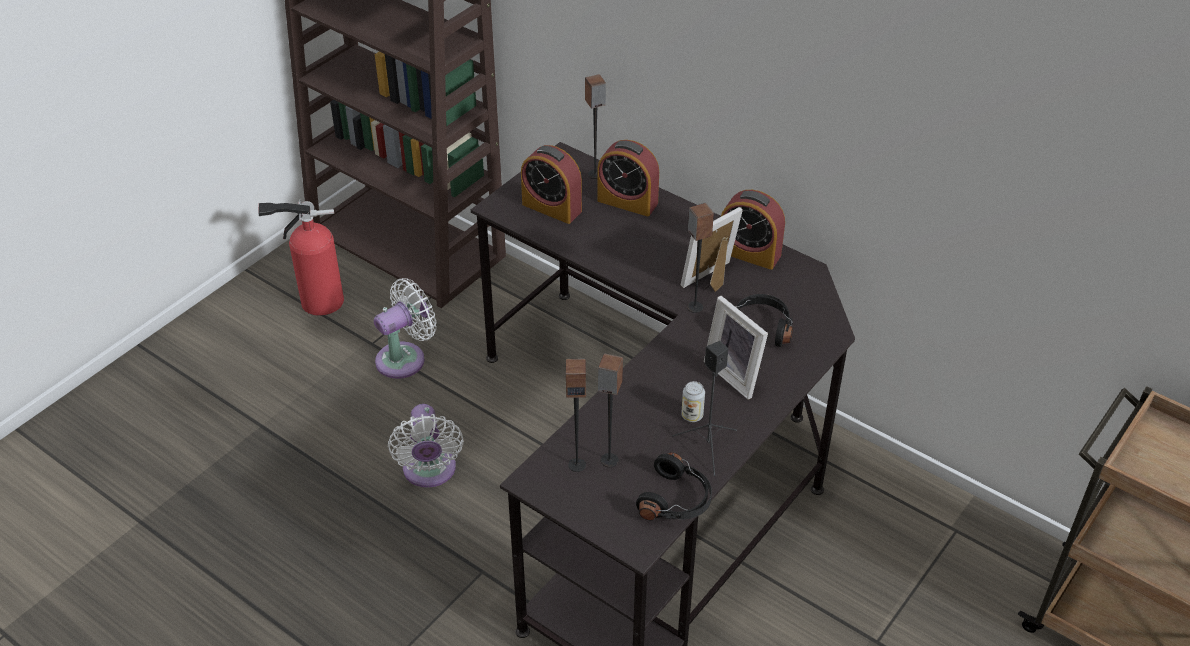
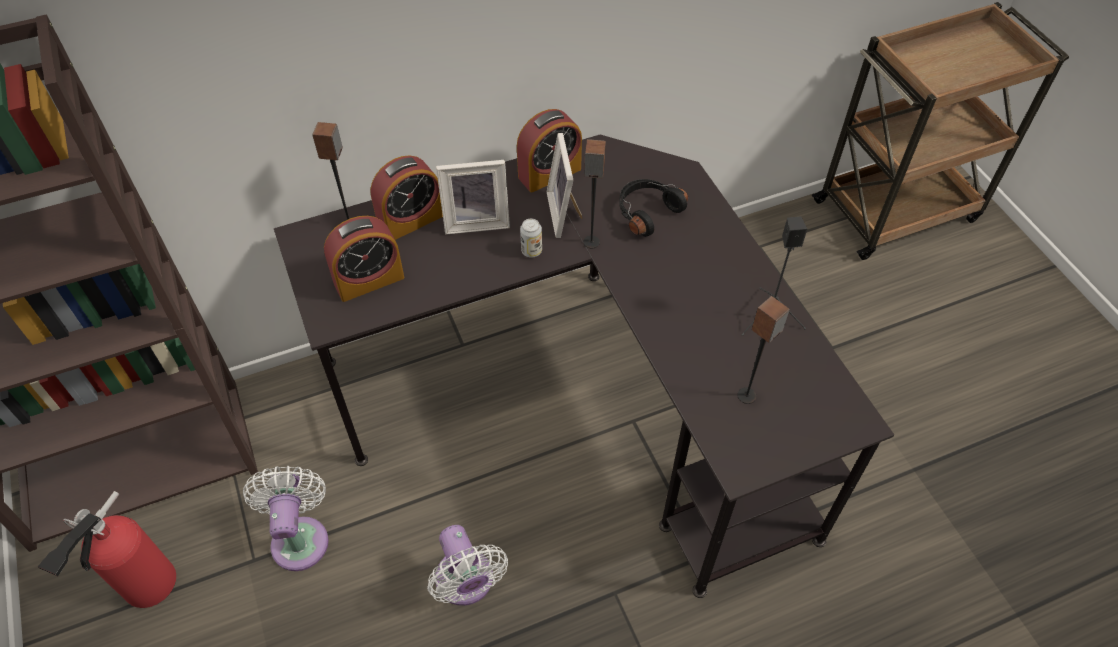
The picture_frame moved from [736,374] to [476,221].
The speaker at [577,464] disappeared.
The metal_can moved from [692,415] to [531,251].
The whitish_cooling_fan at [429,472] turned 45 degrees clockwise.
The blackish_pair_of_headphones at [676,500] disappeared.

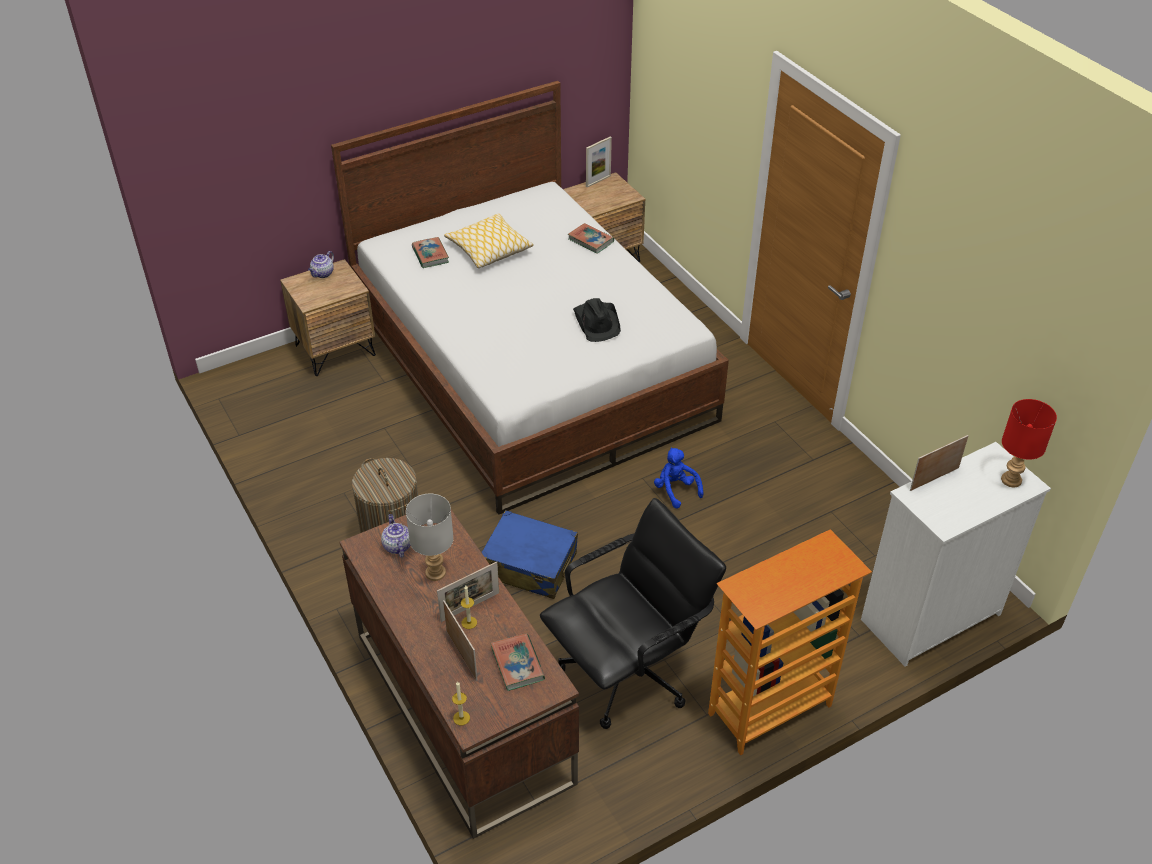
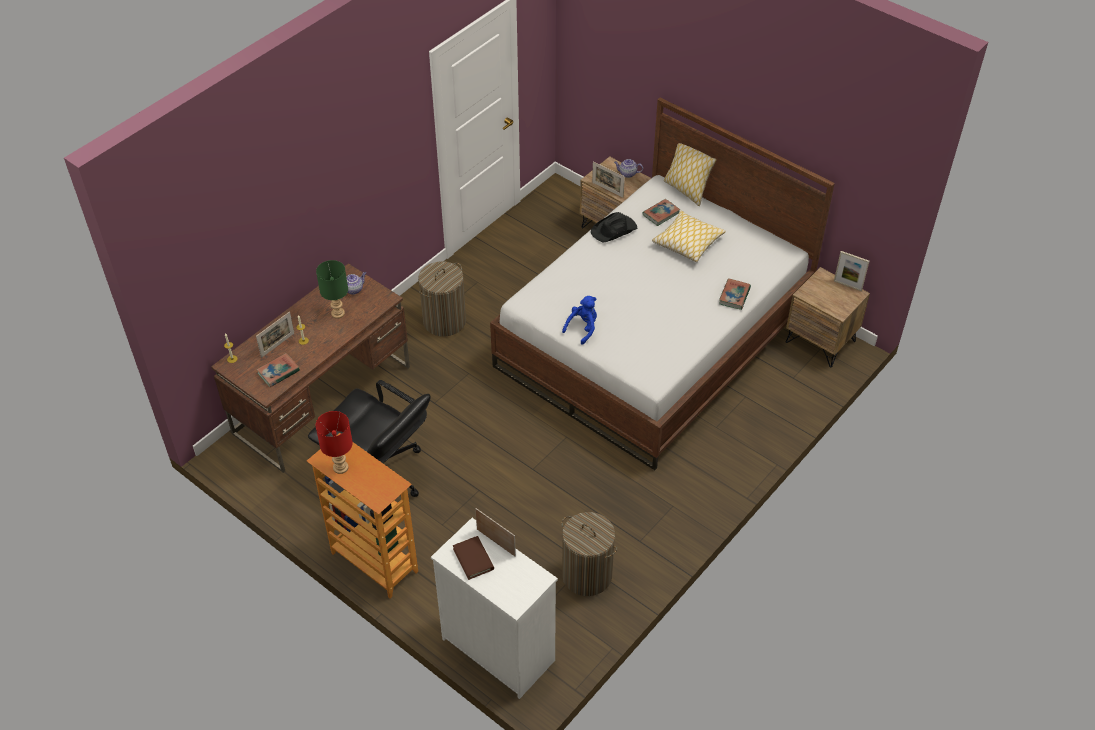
The blackish_wearable_hat moved from [597,322] to [614,230].
The reddish_lamp_for_a_table moved from [1011,481] to [340,468].
The blue_cuddly_toy moved from [676,490] to [583,328].
The gray_lamp_for_a_table at [434,572] became the green-coloured_lamp_for_a_table at [338,313].
The blue_piece_of_luggage at [529,565] disappeared.
The picture_frame moved from [470,607] to [607,189].
The cushion at [686,190] appeared.
The washing_basket at [587,575] appeared.
The brownish_bound_book at [473,559] appeared.

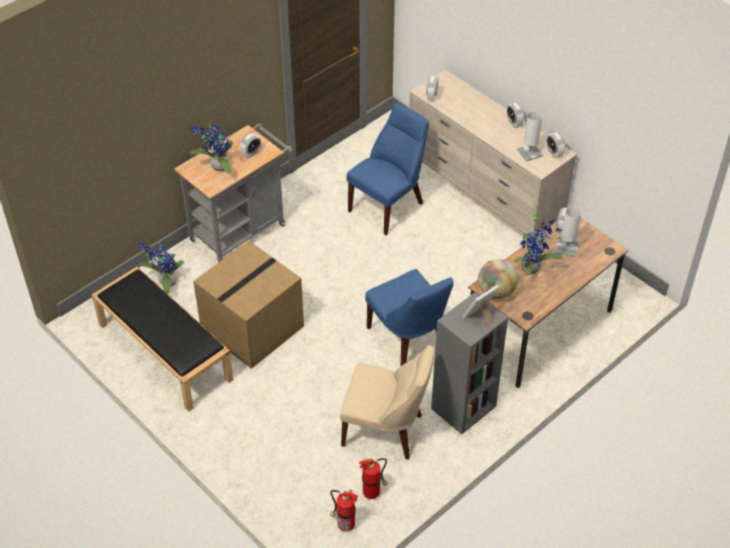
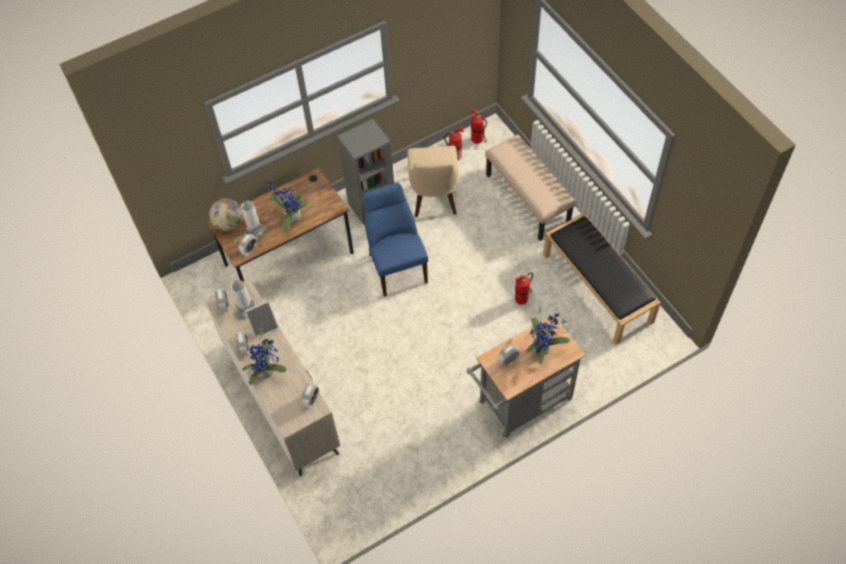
The blue_chair at [389,205] disappeared.
The cardboard_box at [252,326] was replaced by the extinguisher at [522,299].
The houseplant moved from [165,282] to [267,371].
The world_globe moved from [496,291] to [229,224].
The picture_frame moved from [480,317] to [264,326].
The sand-coloured_chair at [386,431] turned 120 degrees counterclockwise.
The sand-coloured_bench at [528,199] appeared.

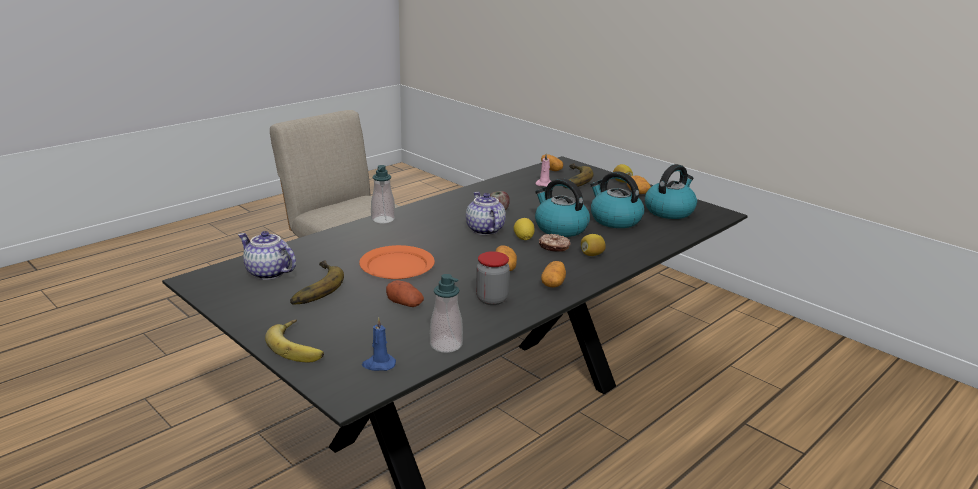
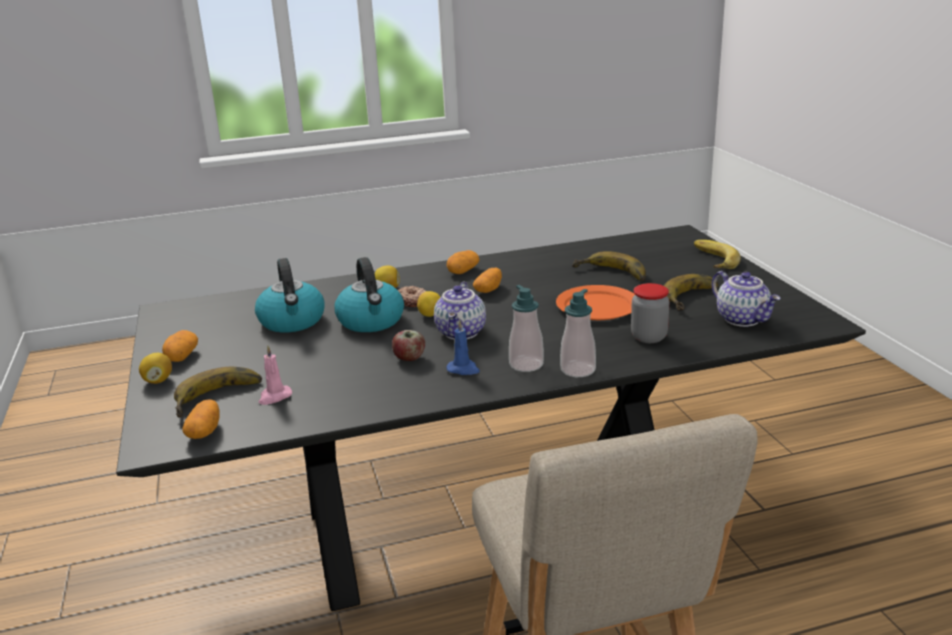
The kettle at [669,211] disappeared.
The jar moved from [492,299] to [648,337].
The soap_dispenser moved from [446,345] to [526,364].
The whole_potato at [405,303] was replaced by the banana_fruit at [610,274].
The blue_wax_candle moved from [378,364] to [463,369].

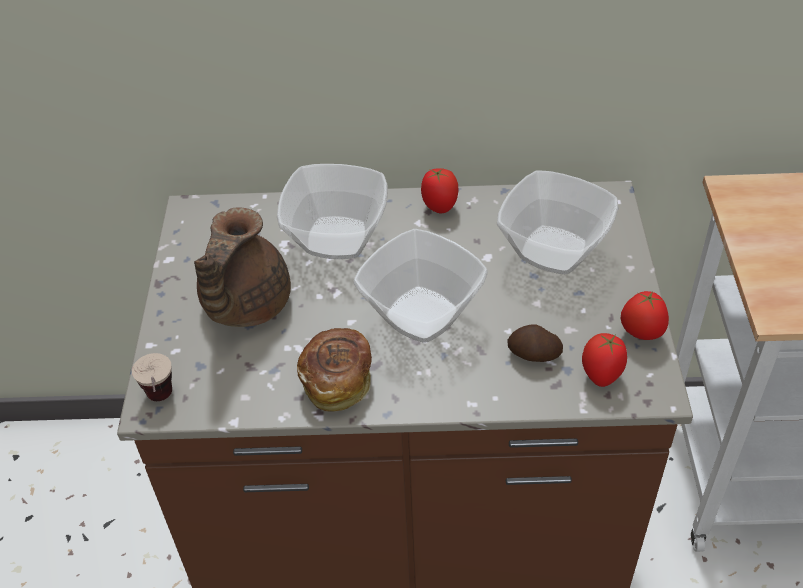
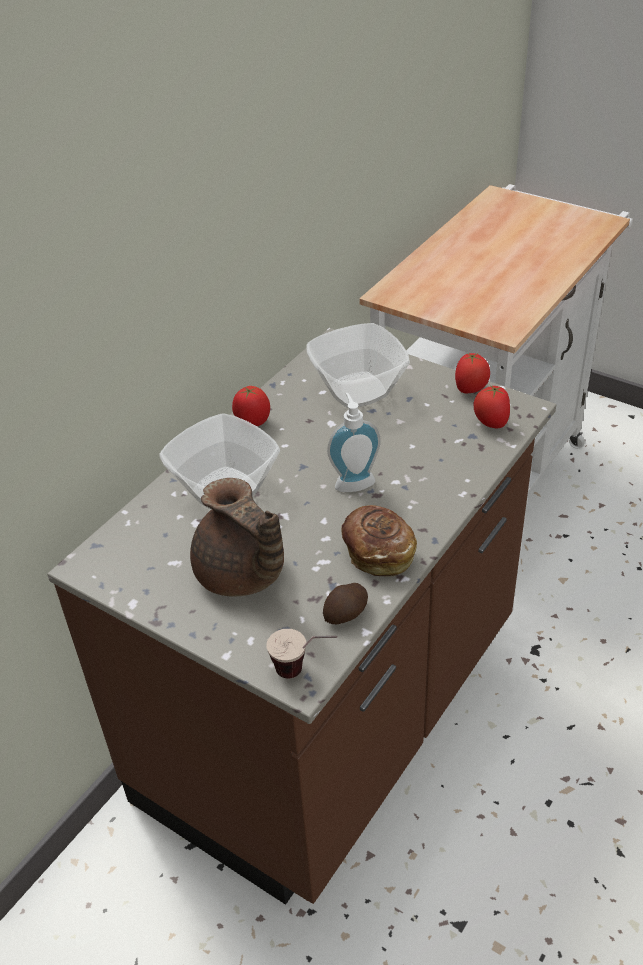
The deep_dish at [419,314] was replaced by the soap_dispenser at [353,481].
The whole_potato moved from [534,355] to [347,613].

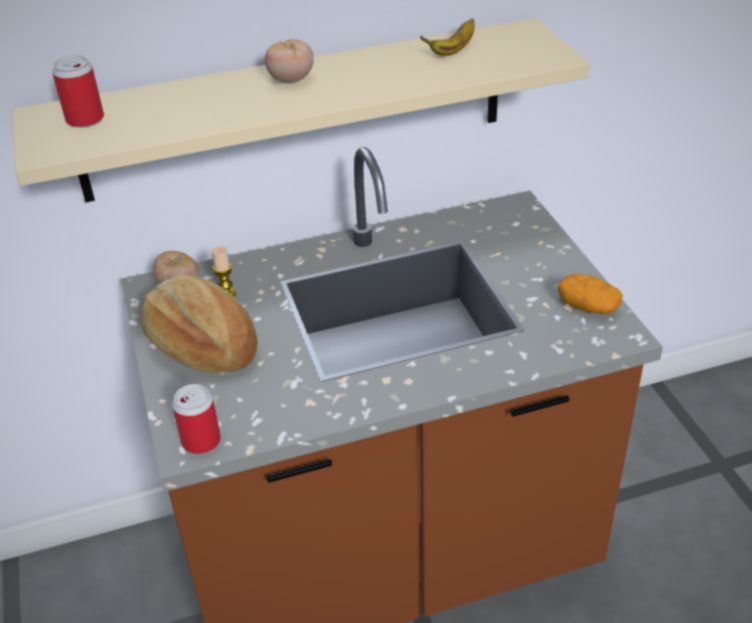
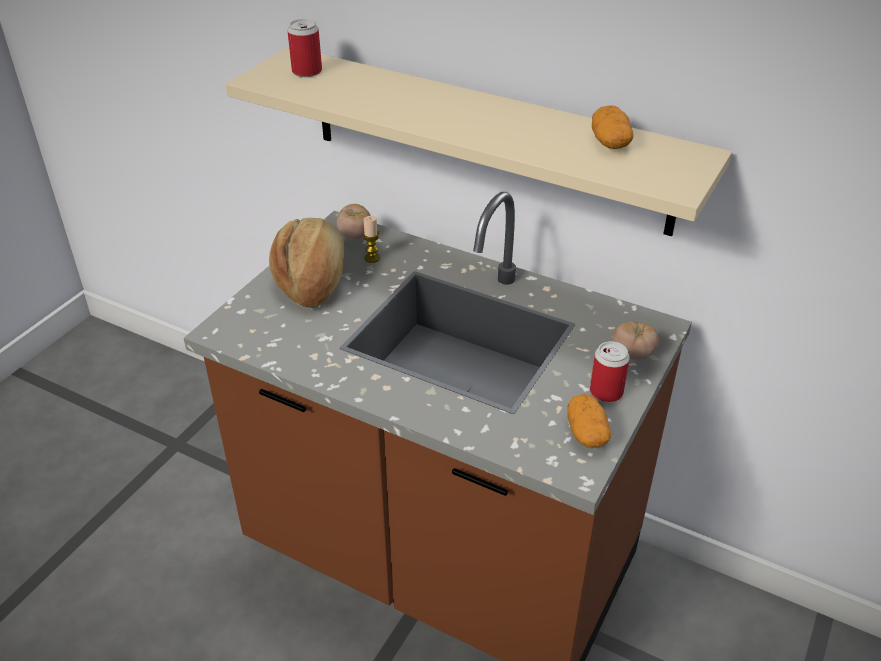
The banana_fruit at [453,50] was replaced by the whole_potato at [609,142].
The tomato moved from [291,80] to [633,354].
The metal_can moved from [201,441] to [606,392].

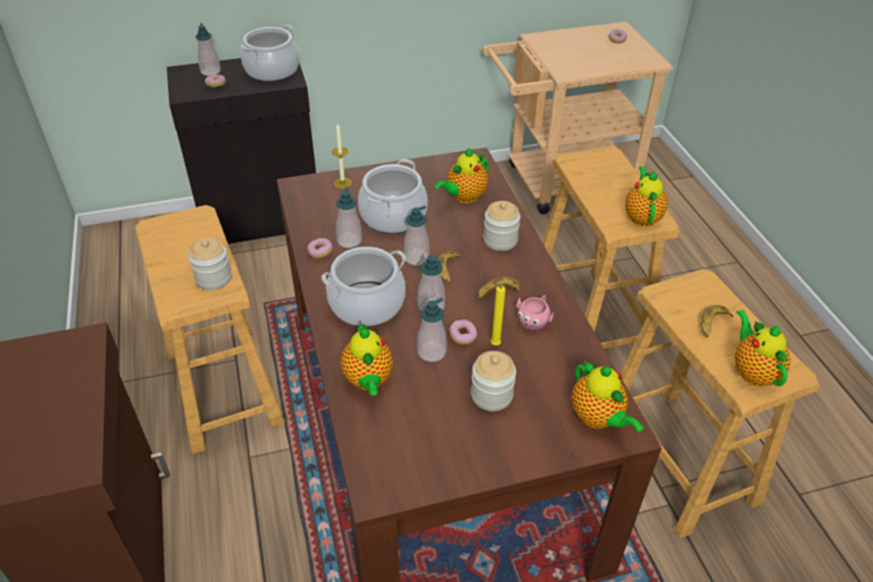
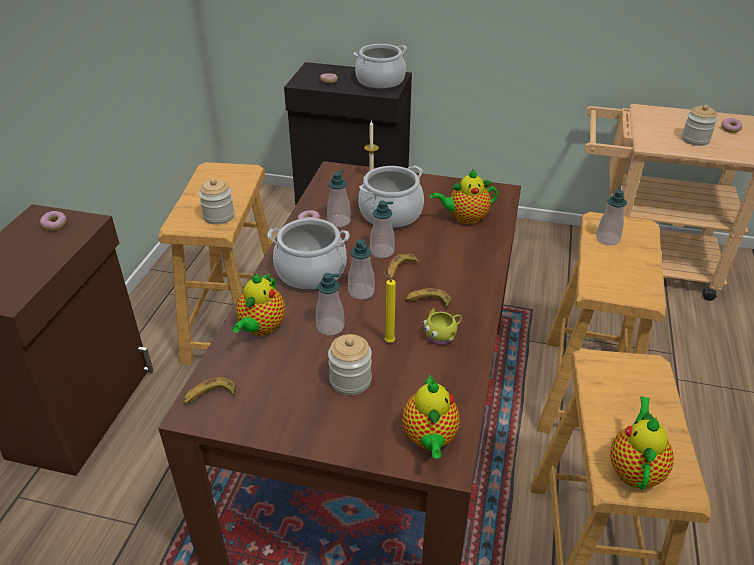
The soap_dispenser moved from [210,71] to [607,239].
The pot_for_tea at [642,217] disappeared.
The jar moved from [500,240] to [695,140].
The pink-coloured_tea_mug at [534,319] became the yellow_tea_mug at [442,335].
The banana_fruit moved from [712,324] to [210,396].
The ring_doughnut moved from [463,336] to [55,225].

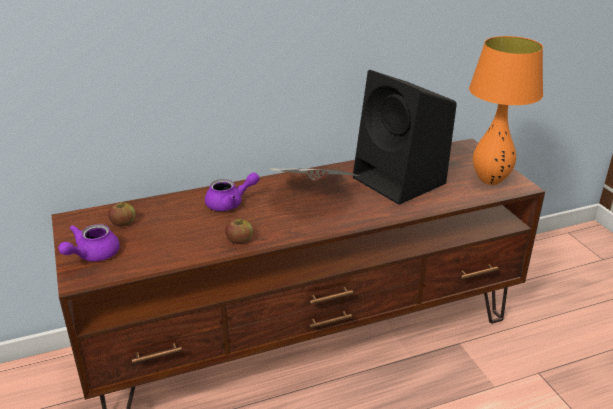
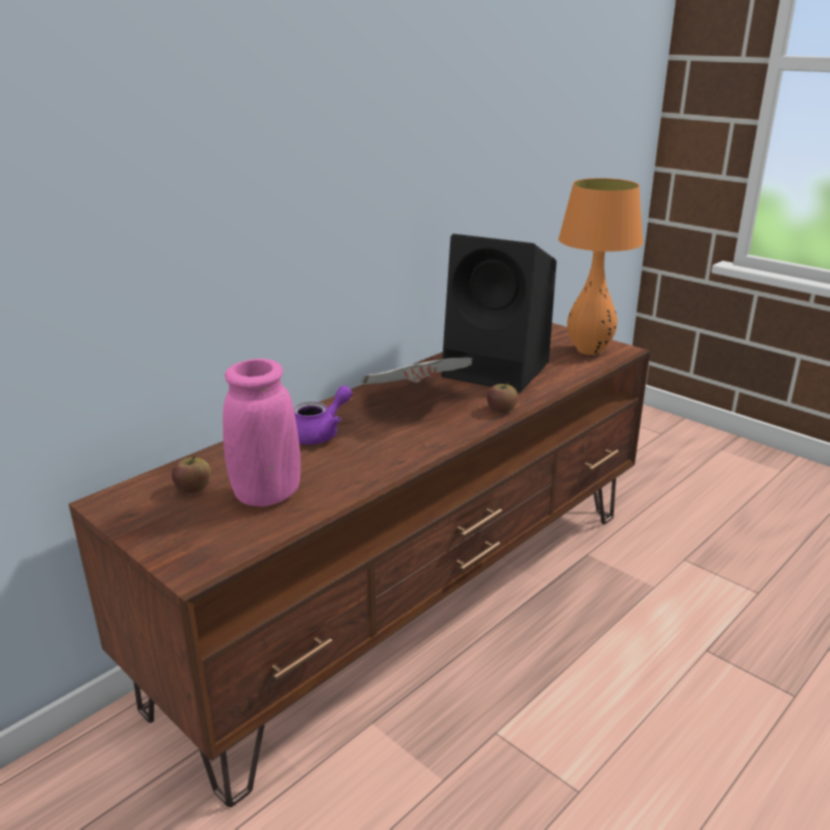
The apple moved from [239,240] to [501,409].
The purple-coloured_pot_for_tea at [92,255] disappeared.
The pink-coloured_flower_vase at [267,495] appeared.

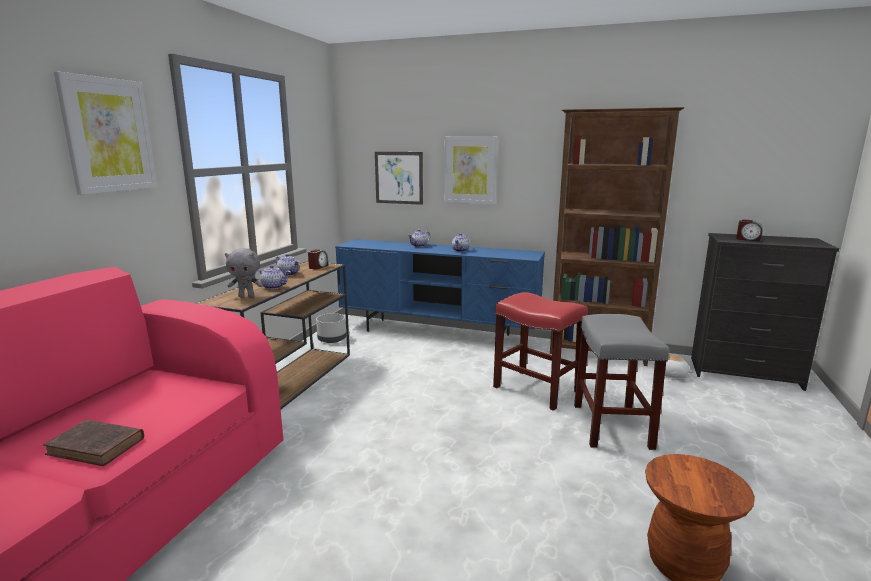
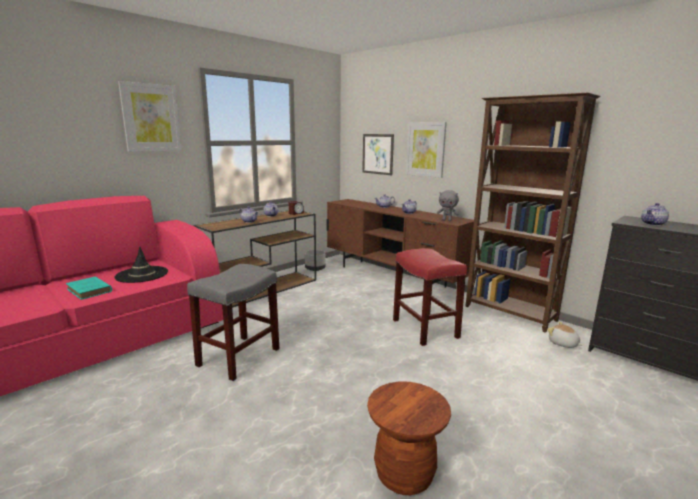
The table_clock at [748,239] was replaced by the pot_for_tea at [653,224].
The blue_media_console at [438,333] became the brownish_media_console at [392,277].
The gray_cuddly_toy moved from [247,296] to [447,220].
The gray_stool moved from [612,426] to [238,357].
The brownish_bound_book at [98,447] became the turquoise-coloured_bound_book at [90,291].
The blackish_wearable_hat at [142,274] appeared.

